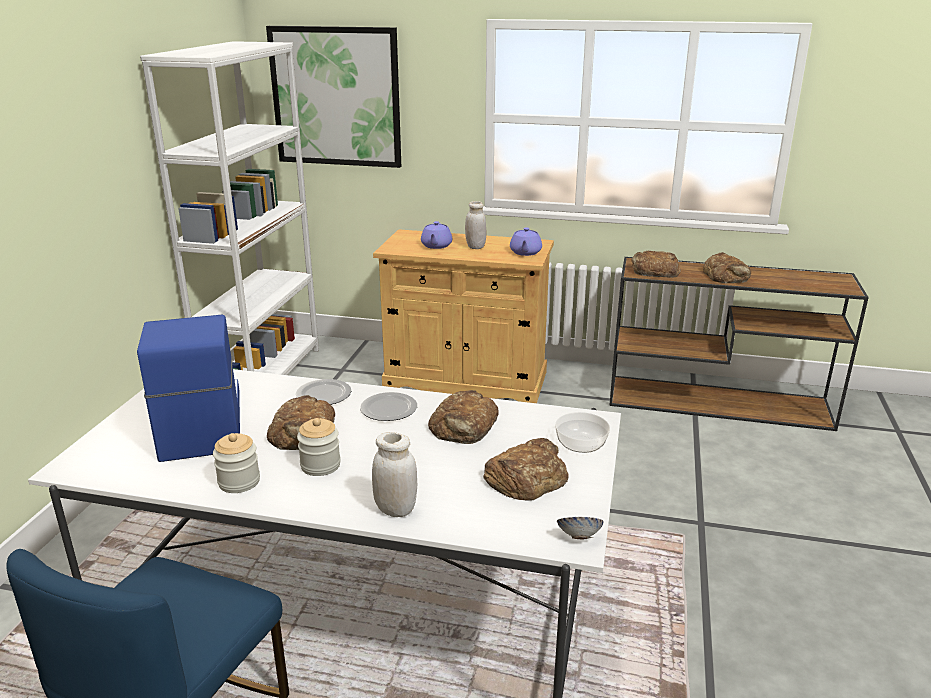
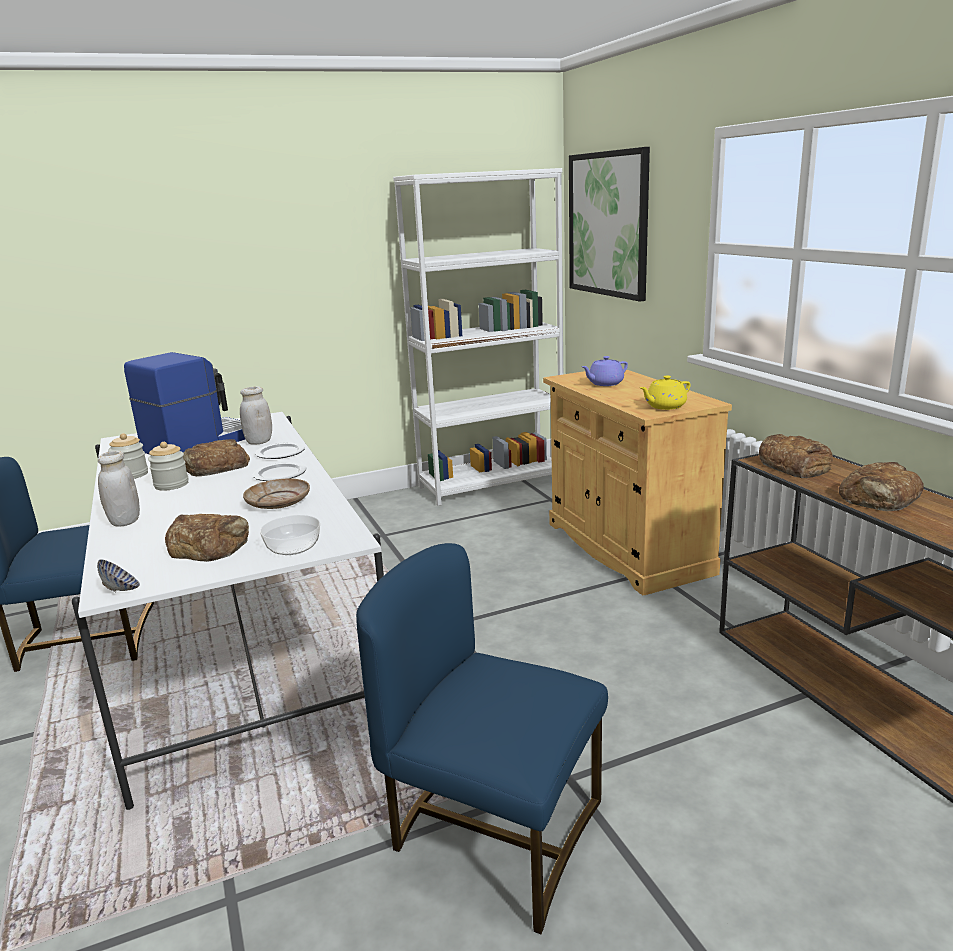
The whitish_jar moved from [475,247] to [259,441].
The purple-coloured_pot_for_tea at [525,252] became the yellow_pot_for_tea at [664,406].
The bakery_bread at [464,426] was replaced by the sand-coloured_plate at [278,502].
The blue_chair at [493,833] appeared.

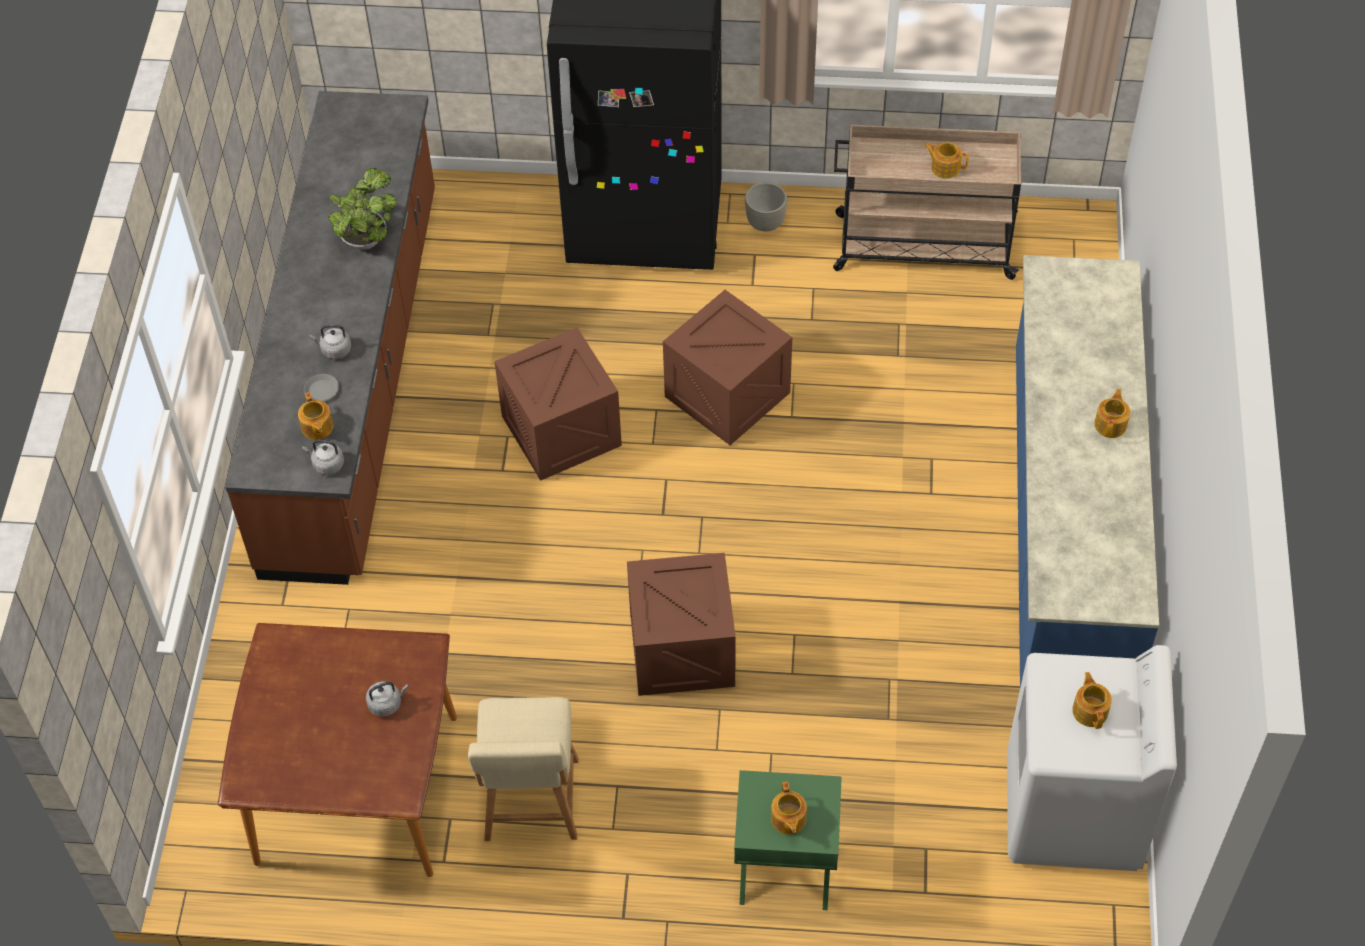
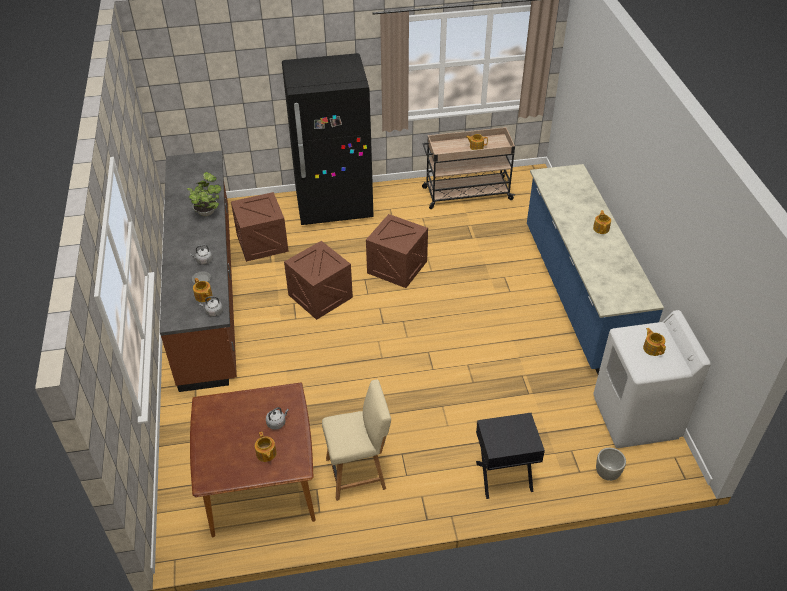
The gray_planter moved from [765,223] to [607,473].
The crate moved from [682,649] to [262,243].
The sand-coloured_chair at [531,805] turned 90 degrees counterclockwise.
The green-coloured_nightstand at [785,871] became the blackish_nightstand at [504,477].
The pot_for_tea moved from [788,819] to [266,454].

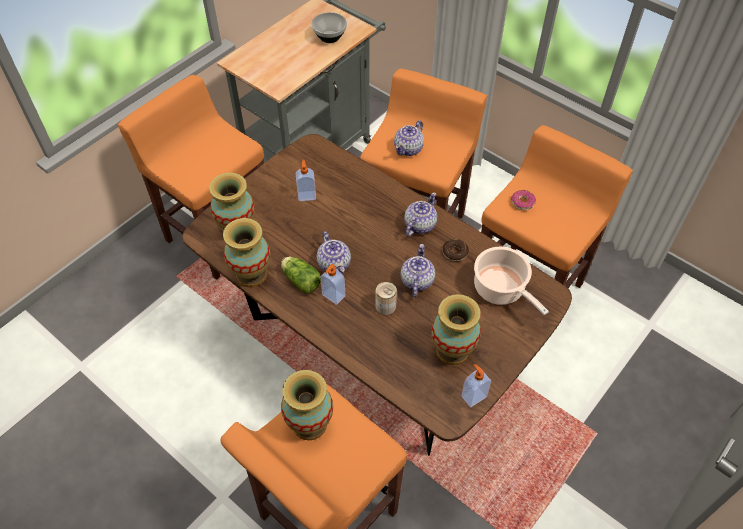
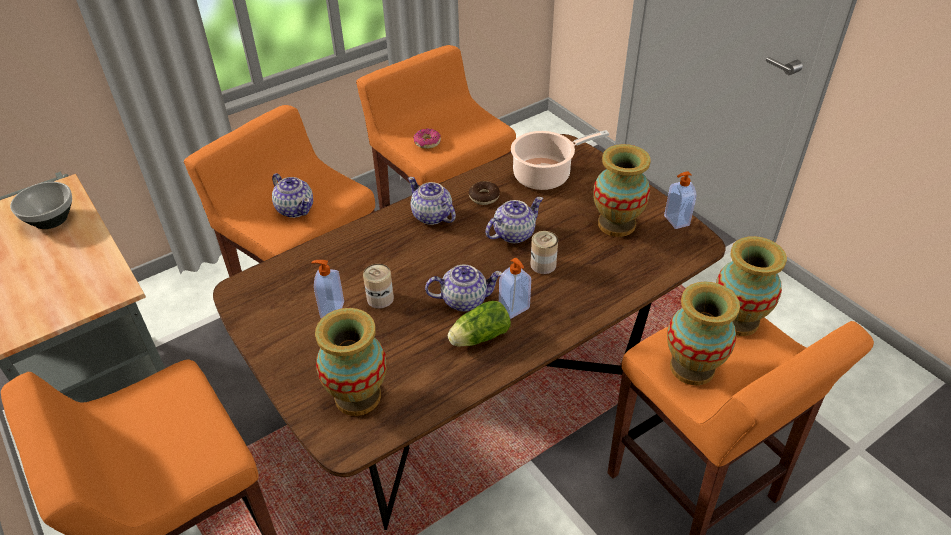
The flower_vase moved from [251,275] to [737,320].
The pot_for_tea at [416,280] turned 120 degrees clockwise.
The metal_can at [380,298] appeared.

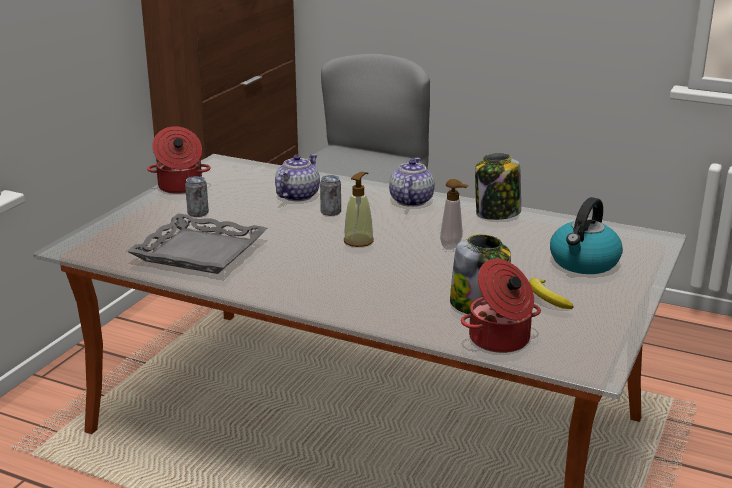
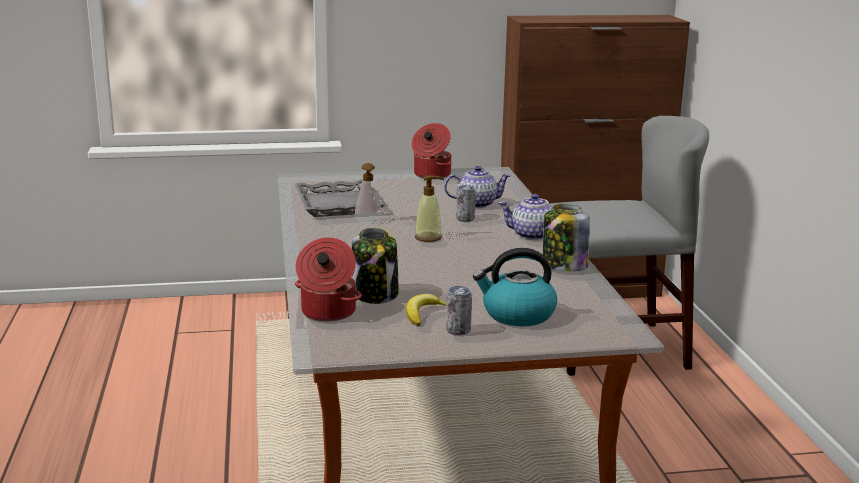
The pot_for_tea at [410,201] turned 150 degrees counterclockwise.
The metal_can moved from [198,213] to [458,330].
The soap_dispenser moved from [453,247] to [368,223].

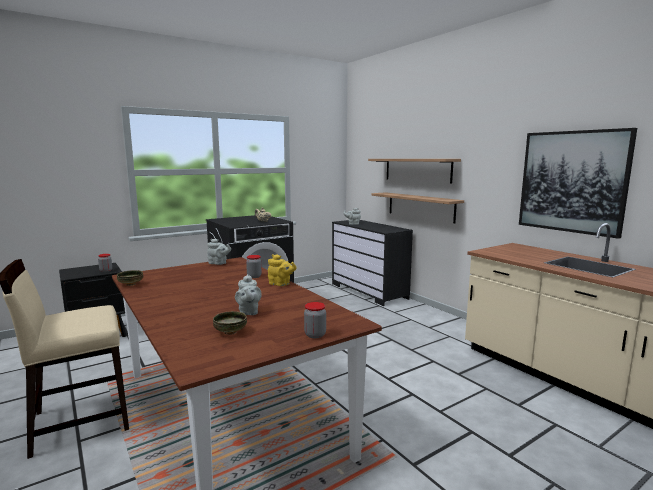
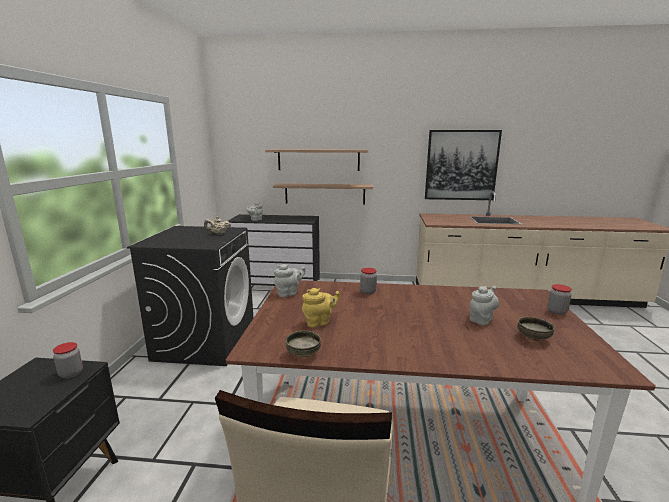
The yellow_pot_for_tea moved from [281,284] to [319,322].
The gray_pot_for_tea at [248,312] turned 75 degrees counterclockwise.

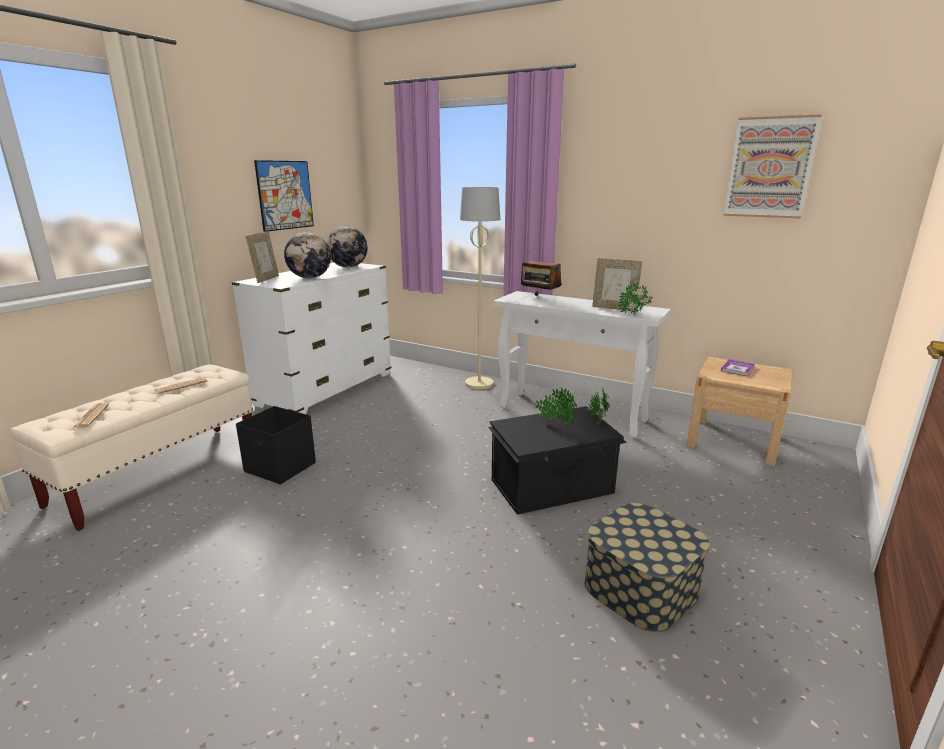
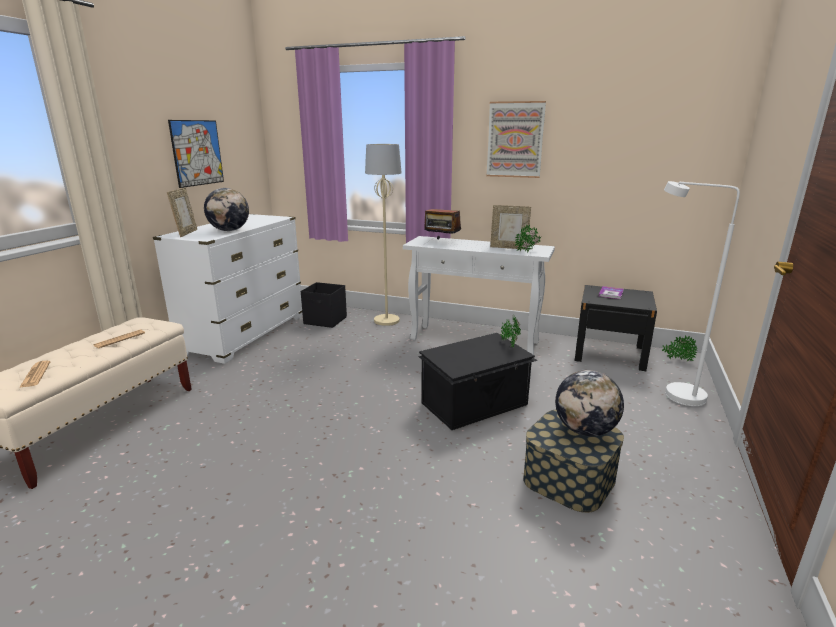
The picture moved from [770,168] to [515,140].
The world_globe moved from [348,267] to [585,430].
The sand-coloured_nightstand at [733,441] became the blackish_nightstand at [609,353].
The houseplant moved from [555,422] to [677,360].
The blackish_storage_container moved from [280,468] to [325,320].
The whitish_floor_lamp at [673,393] appeared.

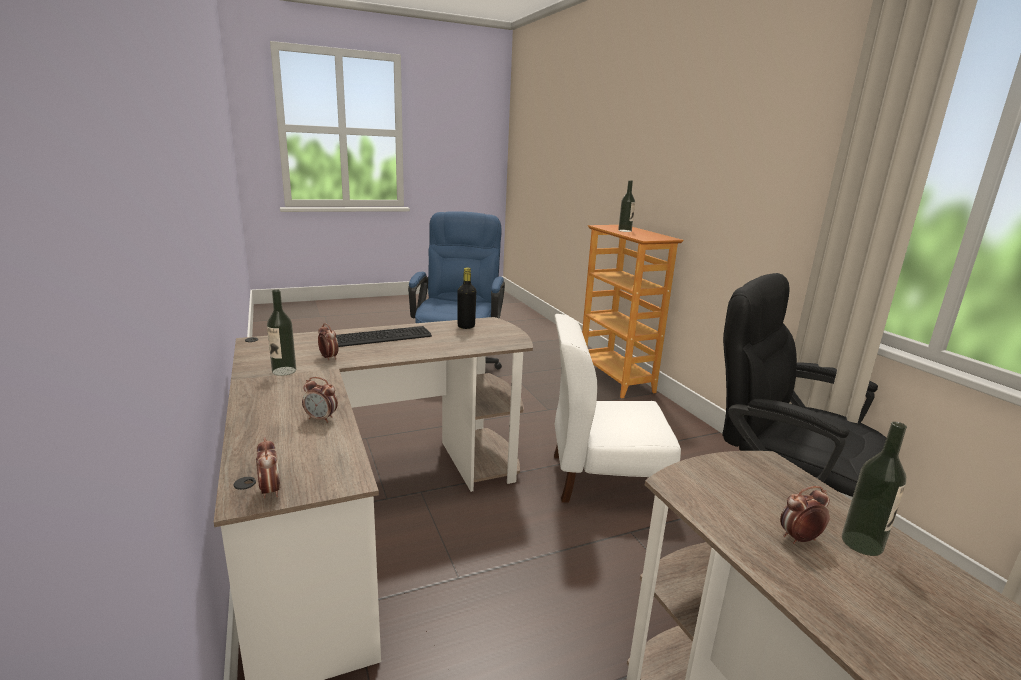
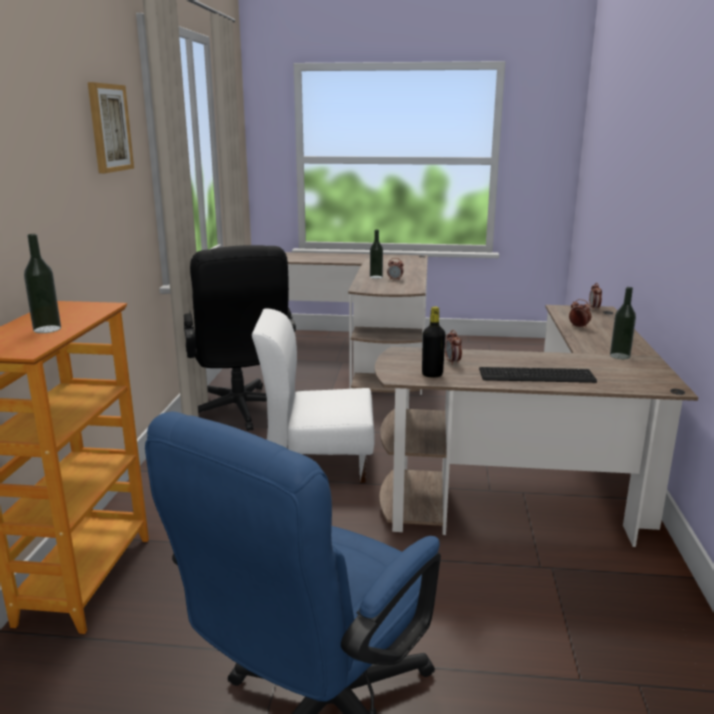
The whitish_chair at [603,478] turned 150 degrees clockwise.
The table_clock moved from [328,358] to [452,362].
The picture at [109,128] appeared.

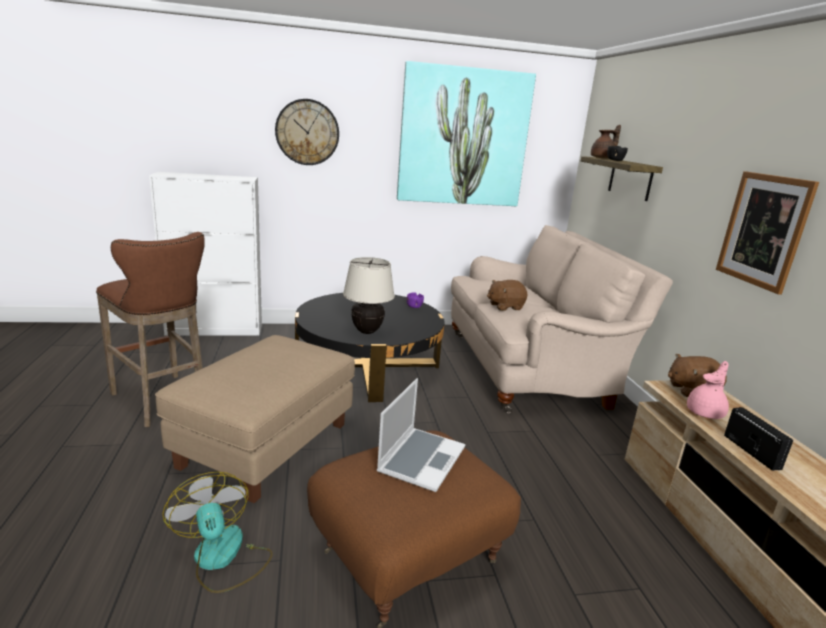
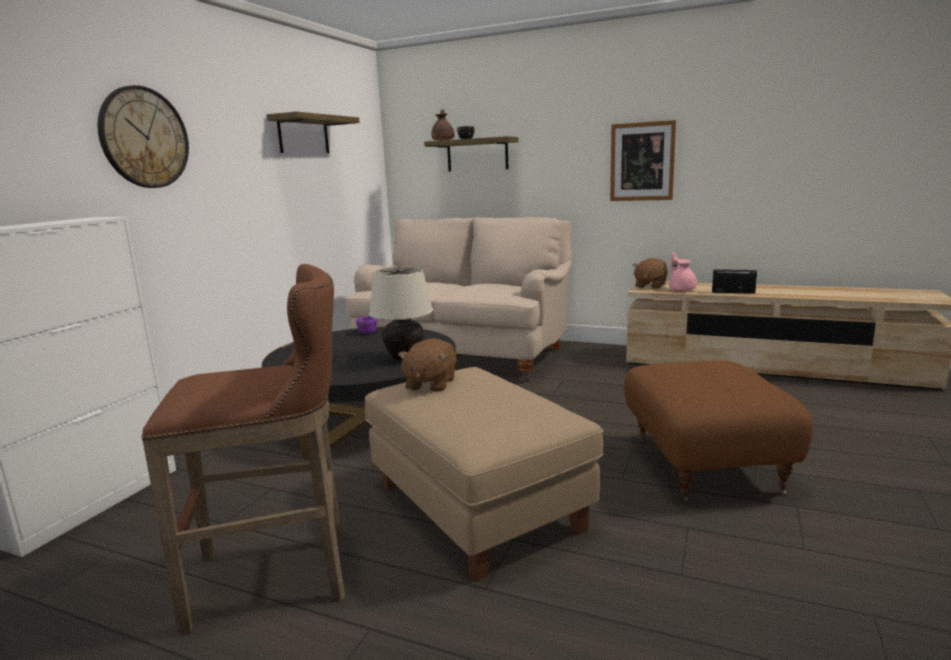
The picture at [463,137] was replaced by the bracket_shelf at [303,135].
The brownish_cuddly_toy moved from [505,306] to [430,384].
The laptop at [421,459] disappeared.
The cooling_fan at [222,558] disappeared.

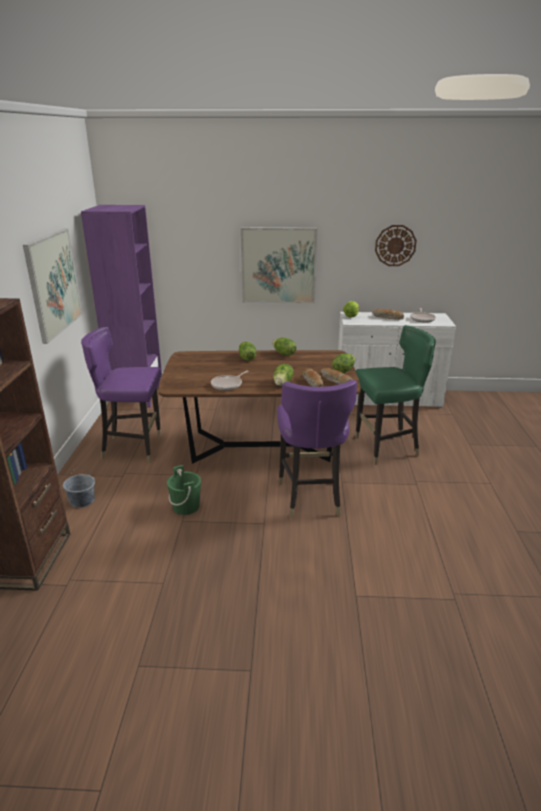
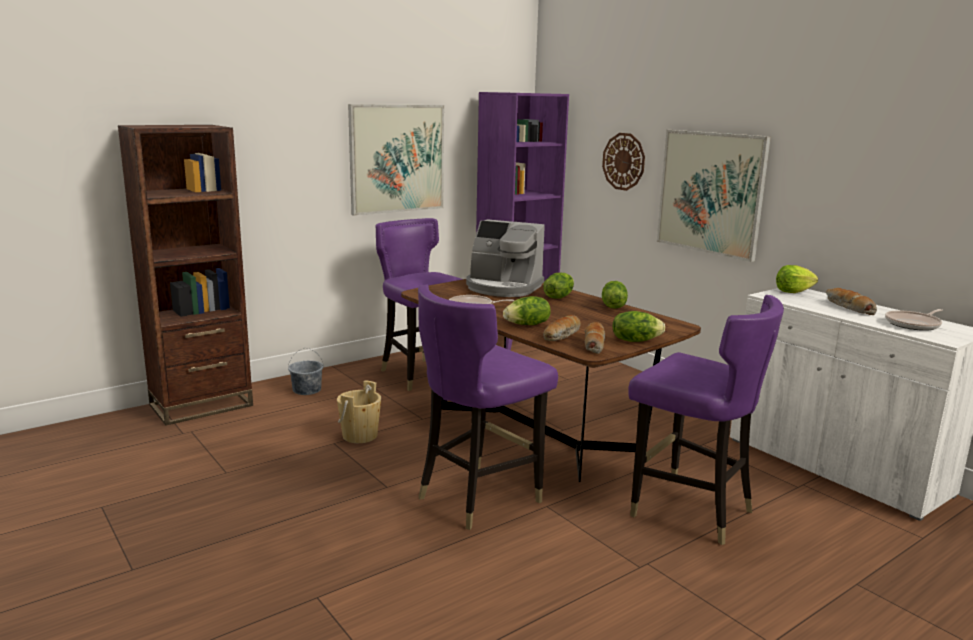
The wall_clock moved from [395,245] to [623,161].
The green-coloured_chair at [385,448] became the purple-coloured_chair at [690,510].
The green-coloured_pail at [186,506] became the sand-coloured_pail at [360,435].
The coffee_machine at [503,288] appeared.

